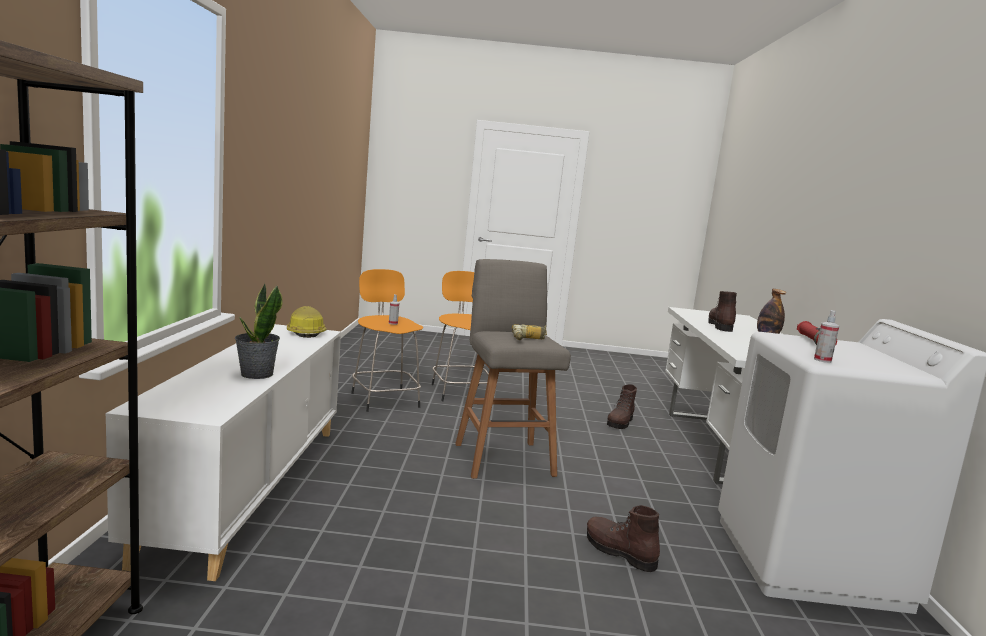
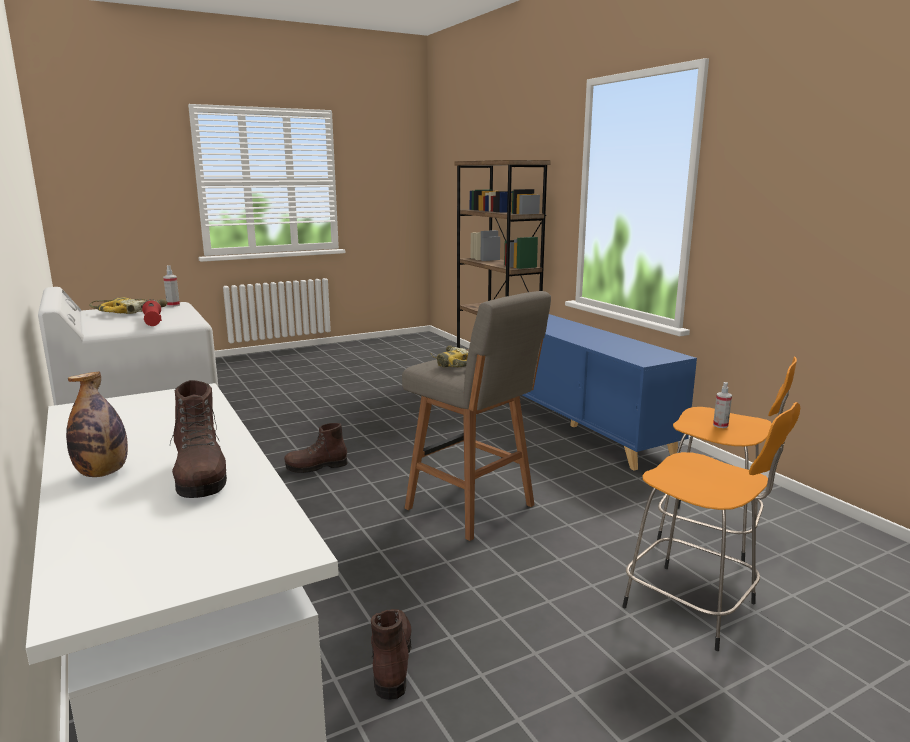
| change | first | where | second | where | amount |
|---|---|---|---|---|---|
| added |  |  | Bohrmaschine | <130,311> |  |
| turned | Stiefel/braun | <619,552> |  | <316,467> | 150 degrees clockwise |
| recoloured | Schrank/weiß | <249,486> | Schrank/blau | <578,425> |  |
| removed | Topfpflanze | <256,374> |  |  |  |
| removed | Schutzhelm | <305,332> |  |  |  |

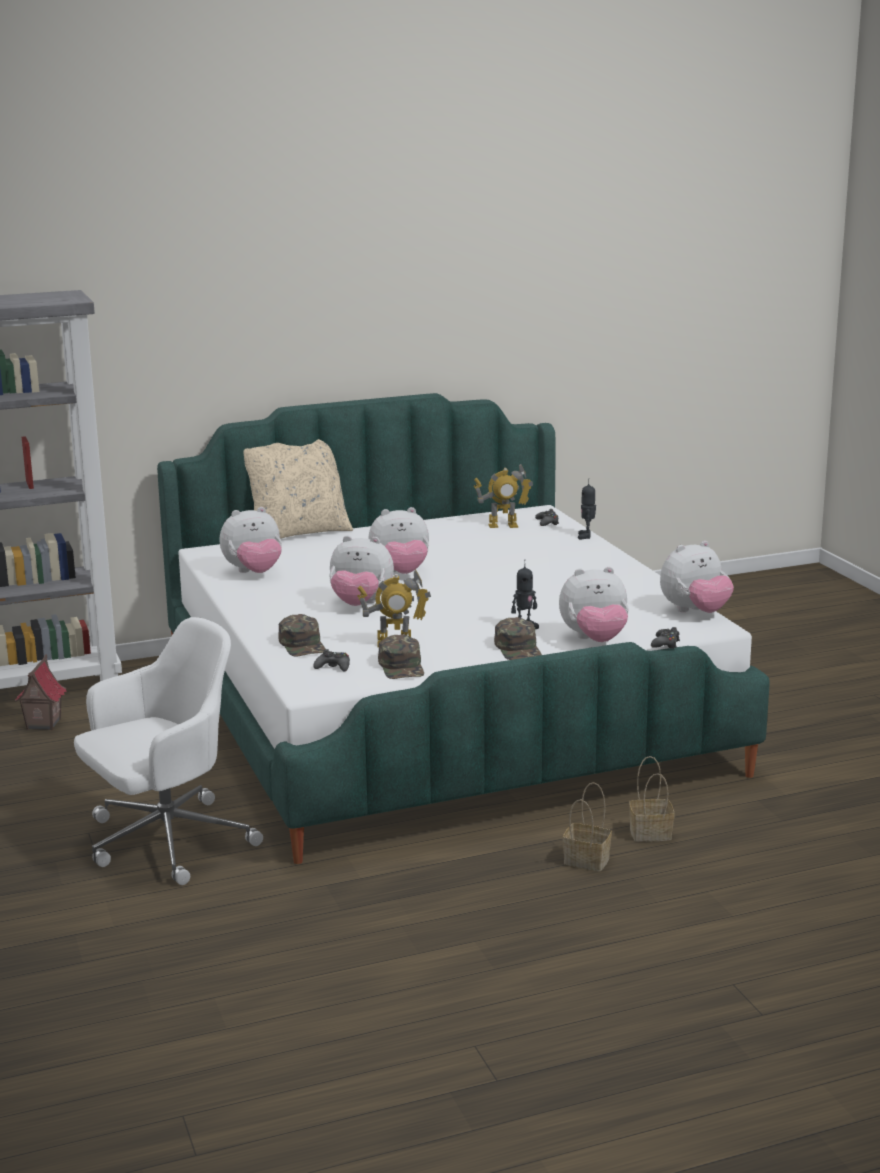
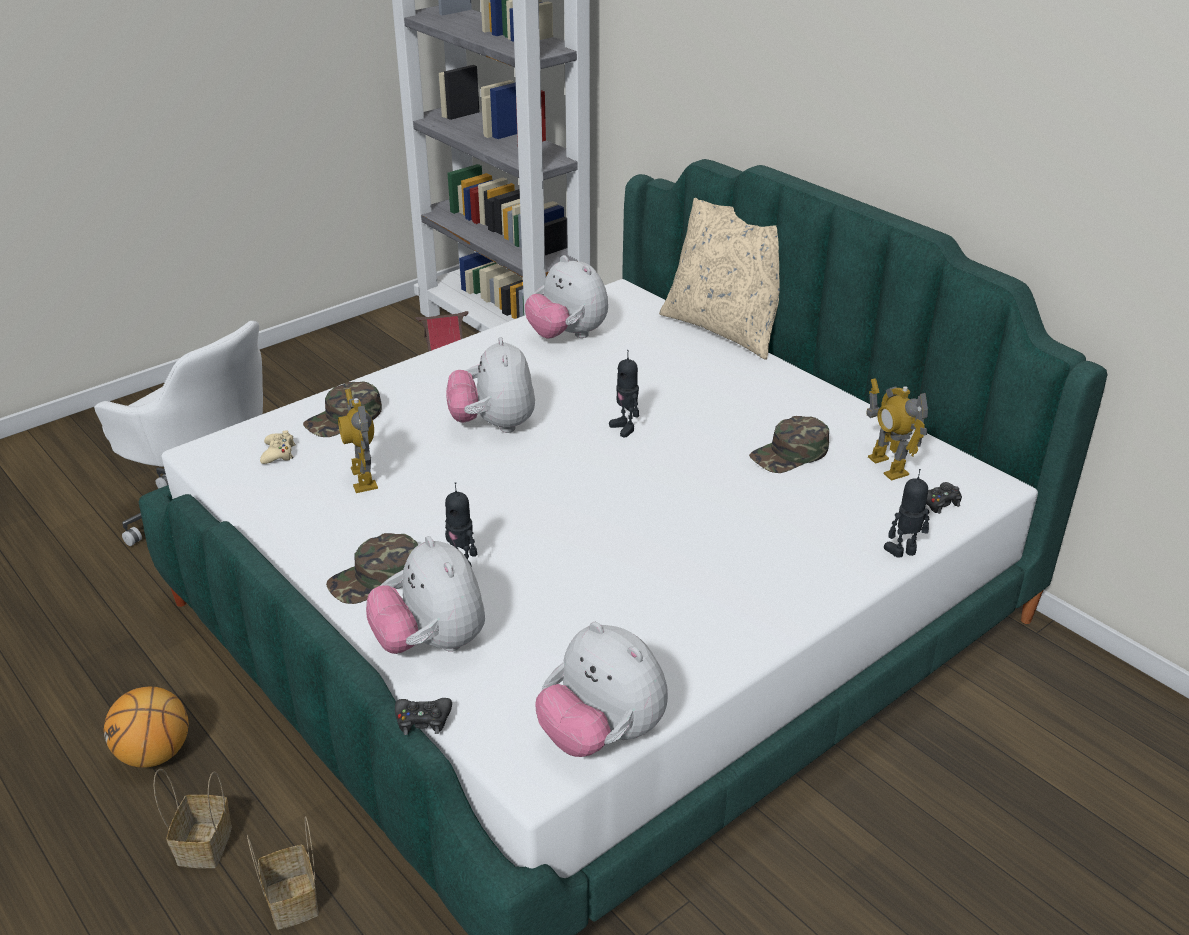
| change | first | where | second | where | amount |
|---|---|---|---|---|---|
| added |  |  | Basketball | <155,754> |  |
| recoloured | Gamepad/schwarz | <333,667> | Gamepad/beige | <278,453> |  |
| replaced | Plüschtier | <401,573> | Spielzeugroboter | <625,428> |  |
| moved | Kappe/grün | <402,666> |  | <790,454> |  |

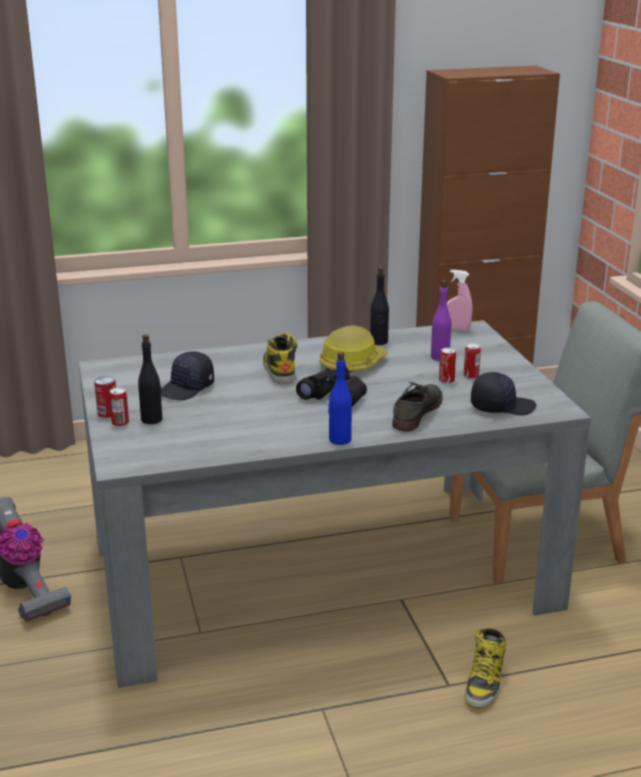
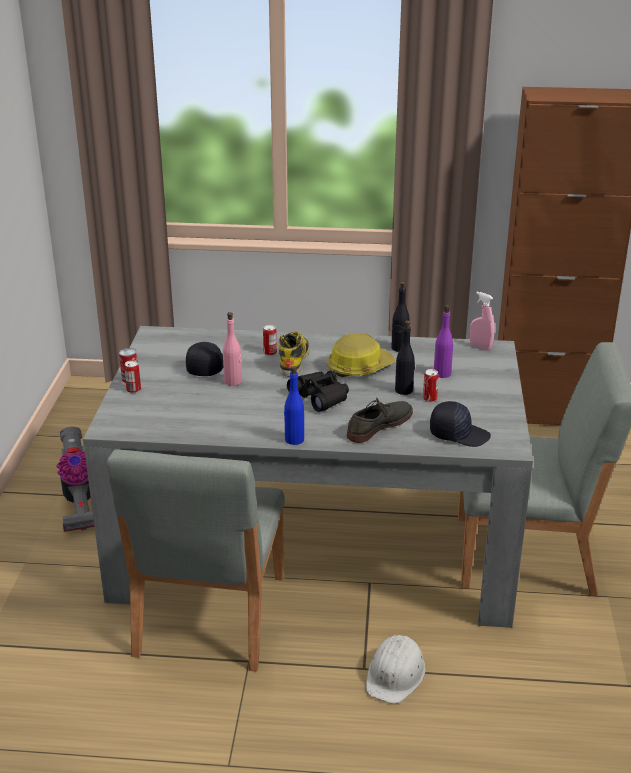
| change | first | where | second | where | amount |
|---|---|---|---|---|---|
| added |  |  | Stuhl/grau | <209,616> |  |
| turned | Kappe/schwarz | <187,388> |  | <206,367> | 135 degrees clockwise |
| added |  |  | Flasche/rosa | <233,381> |  |
| moved | Dose | <471,376> |  | <270,352> |  |
| replaced | Stiefel | <484,682> | Schutzhelm/weiß | <395,674> |  |
| moved | Flasche/schwarz | <152,419> |  | <404,390> |  |

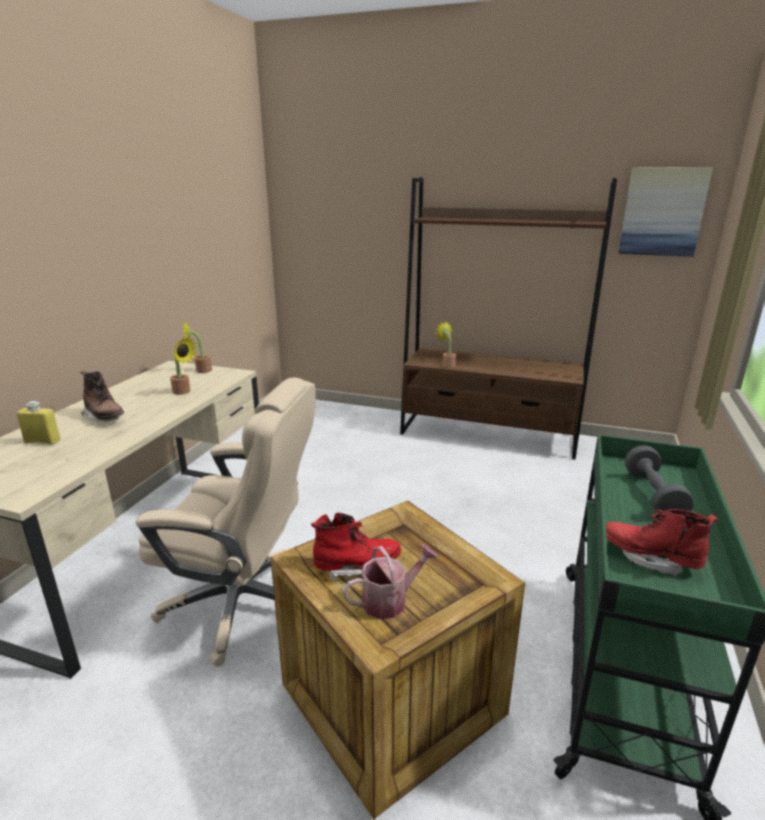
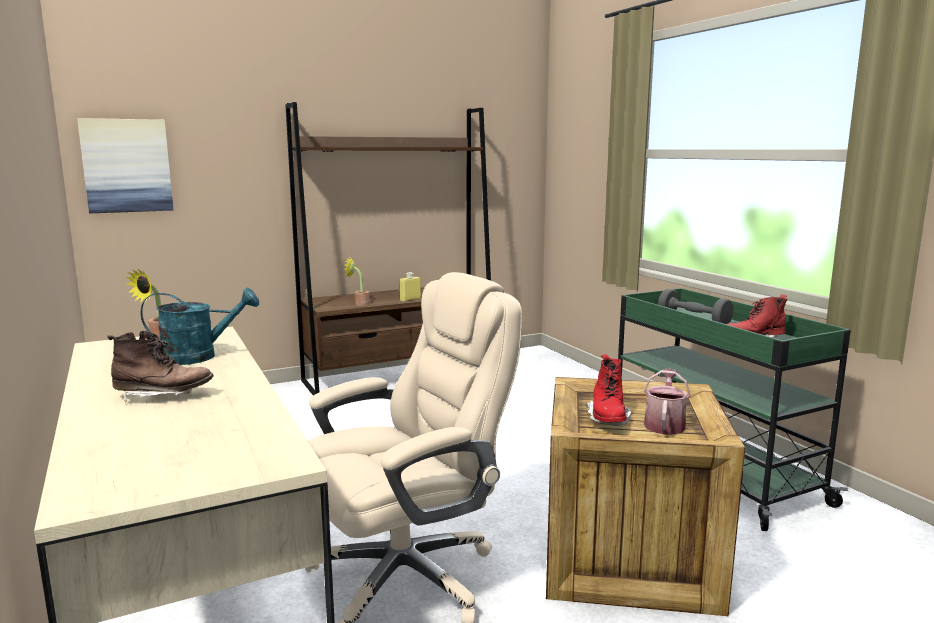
| change | first | where | second | where | amount |
|---|---|---|---|---|---|
| moved | Bild | <662,212> |  | <127,166> |  |
| replaced | Topfpflanze | <184,392> | Gießkanne/türkis | <199,356> |  |
| moved | Flasche/gelb | <42,441> |  | <410,299> |  |
| turned | Stiefel/rot | <357,567> |  | <608,419> | 150 degrees clockwise |

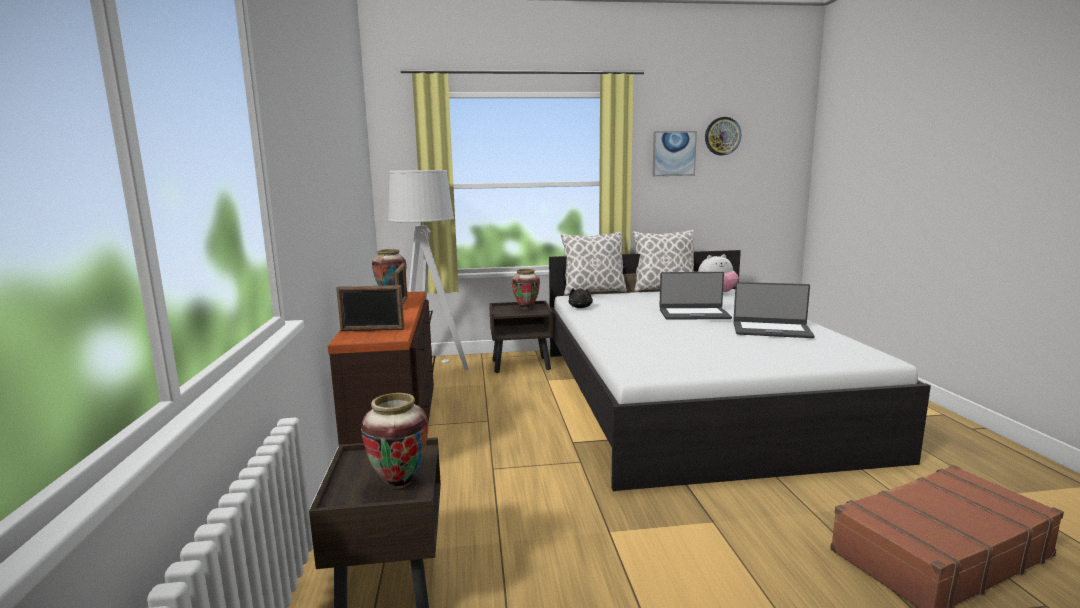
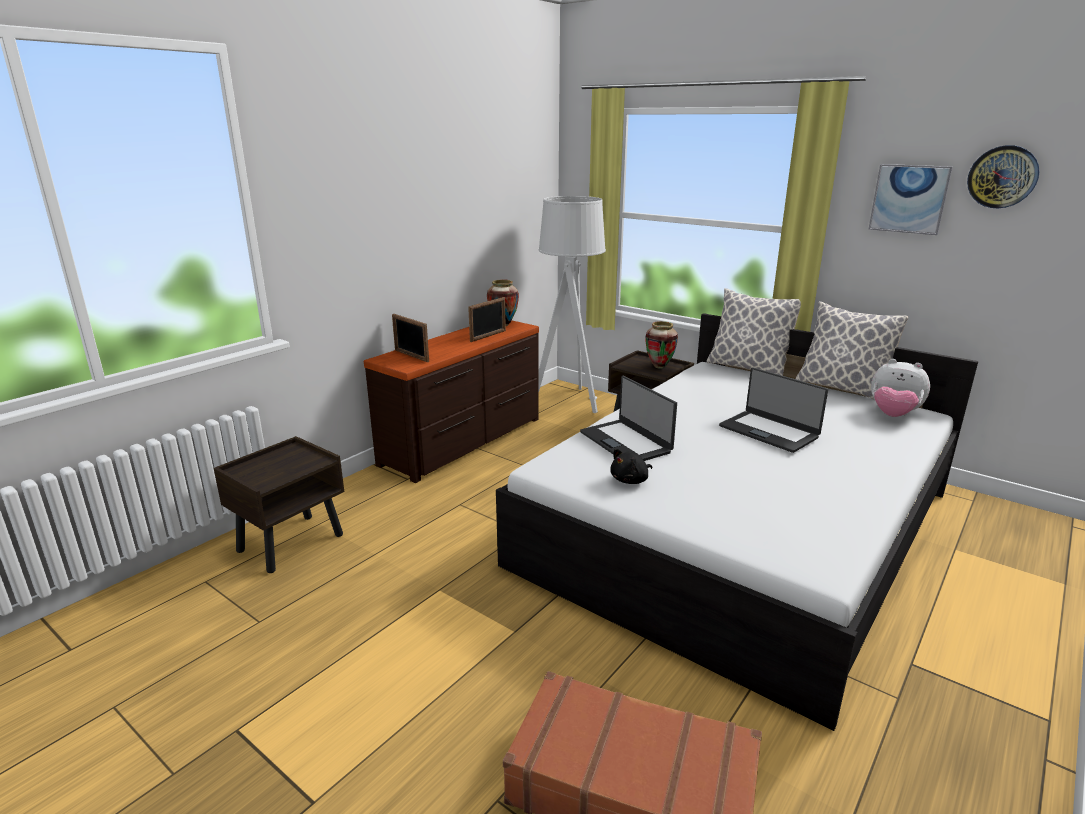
| change | first | where | second | where | amount |
|---|---|---|---|---|---|
| moved | Laptop | <771,330> |  | <626,442> |  |
| moved | Plüschtier/schwarz | <580,307> |  | <631,480> |  |
| removed | Vase | <399,483> |  |  |  |

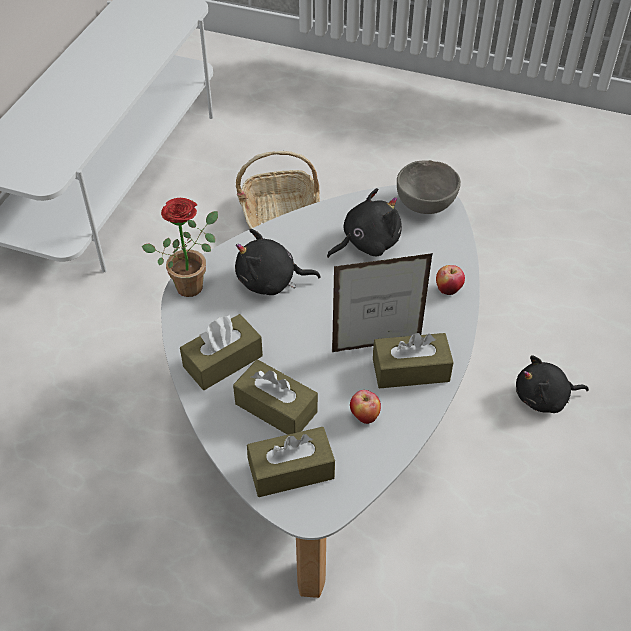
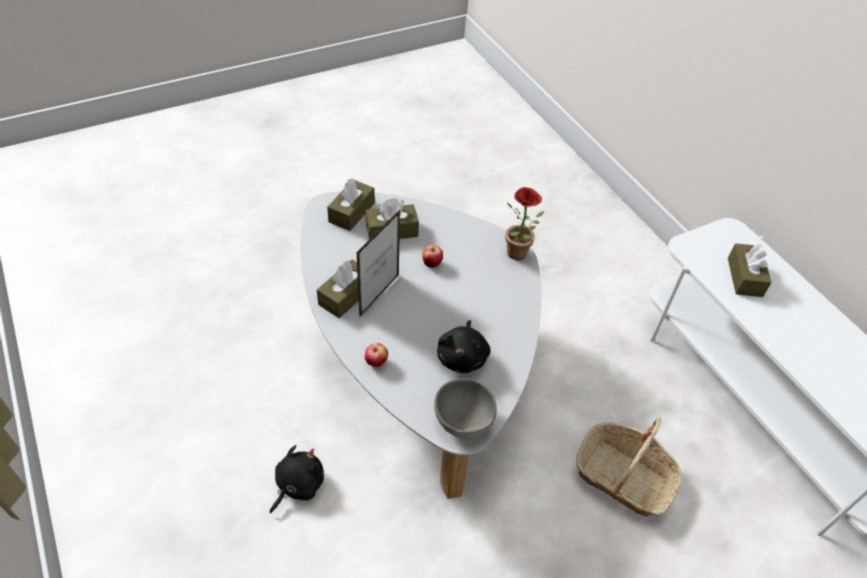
| change | first | where | second | where | amount |
|---|---|---|---|---|---|
| moved | Apfel | <364,416> |  | <432,263> |  |
| moved | Taschentuchbox/braun | <223,361> |  | <744,277> |  |
| removed | Plüschtier/schwarz | <271,282> |  |  |  |

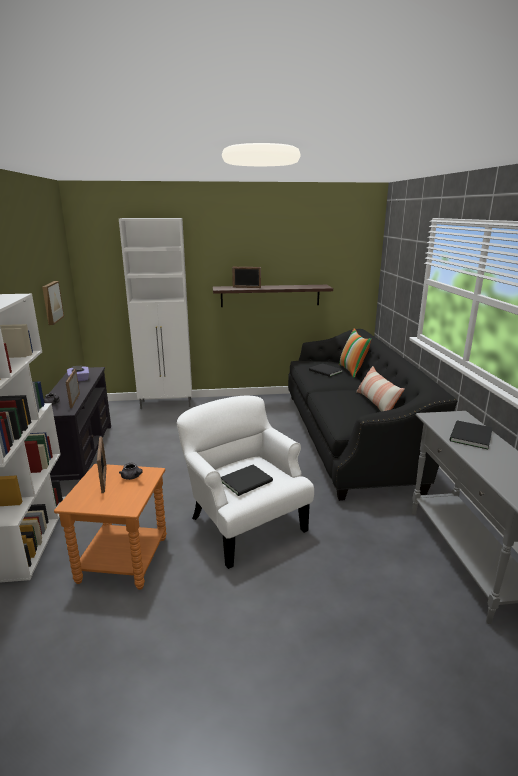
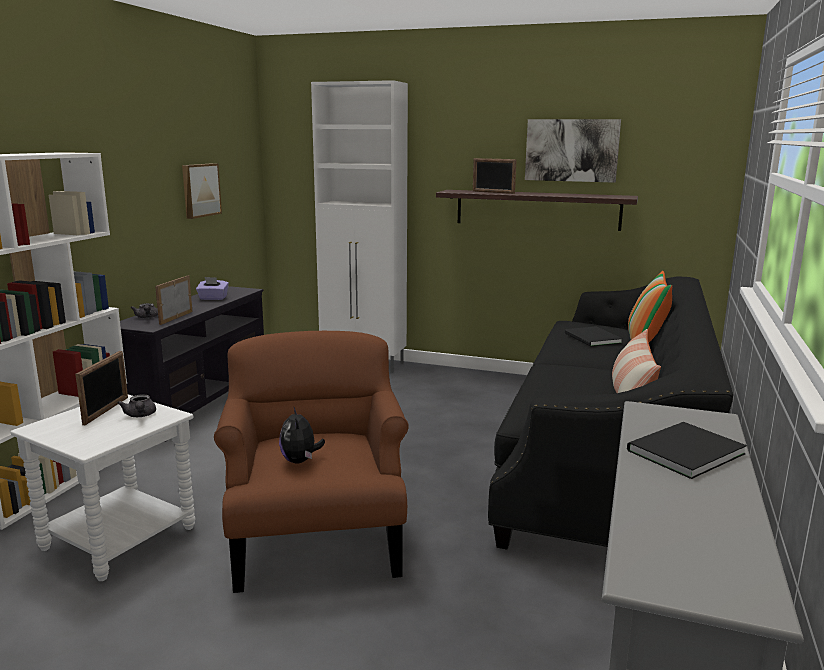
| change | first | where | second | where | amount |
|---|---|---|---|---|---|
| recoloured | Beistelltisch/orange | <122,559> | Beistelltisch/weiß | <119,538> |  |
| recoloured | Sessel/weiß | <244,523> | Sessel/braun | <316,538> |  |
| replaced | Buch/schwarz | <248,481> | Plüschtier | <300,461> |  |
| added |  |  | Bild | <571,150> |  |

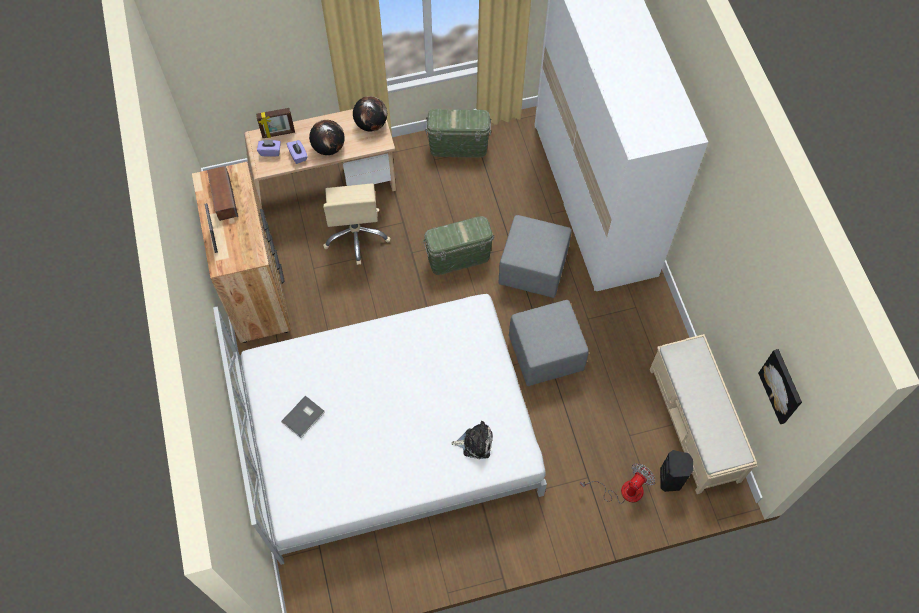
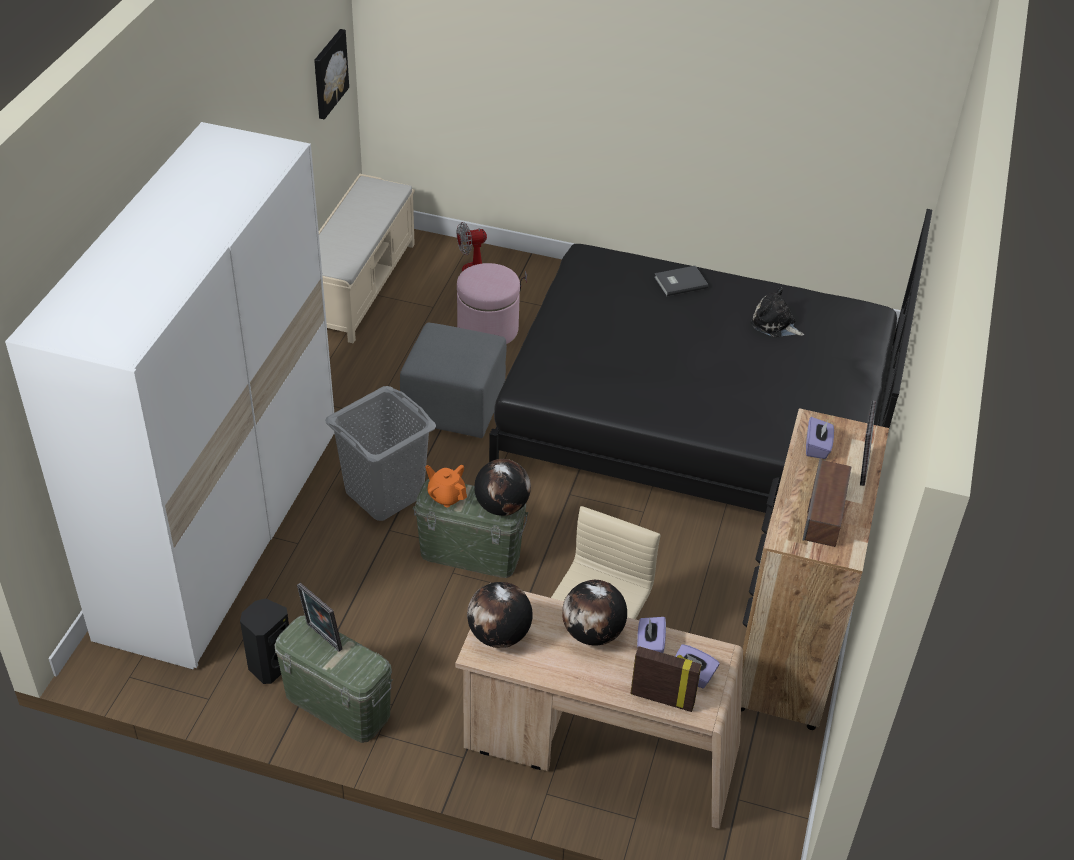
| change | first | where | second | where | amount |
|---|---|---|---|---|---|
| moved | Lautsprecher/schwarz | <671,479> |  | <269,665> |  |
| added |  |  | Bilderrahmen | <322,638> |  |
| replaced | Polsterhocker/grau | <534,268> | Wäschekorb/grau | <383,493> |  |
| added |  |  | Teekanne/orange | <446,496> |  |
| added |  |  | Polsterhocker/rosa | <487,329> |  |
| added |  |  | Globus | <502,506> |  |
| recoloured | Bett/weiß | <390,434> | Bett/schwarz | <697,420> |  |
| moved | Buch/grau | <304,417> |  | <679,282> |  |
| moved | Plüschtier | <475,443> |  | <775,324> |  |
| added |  |  | Taschentuchbox/lila | <817,447> |  |

